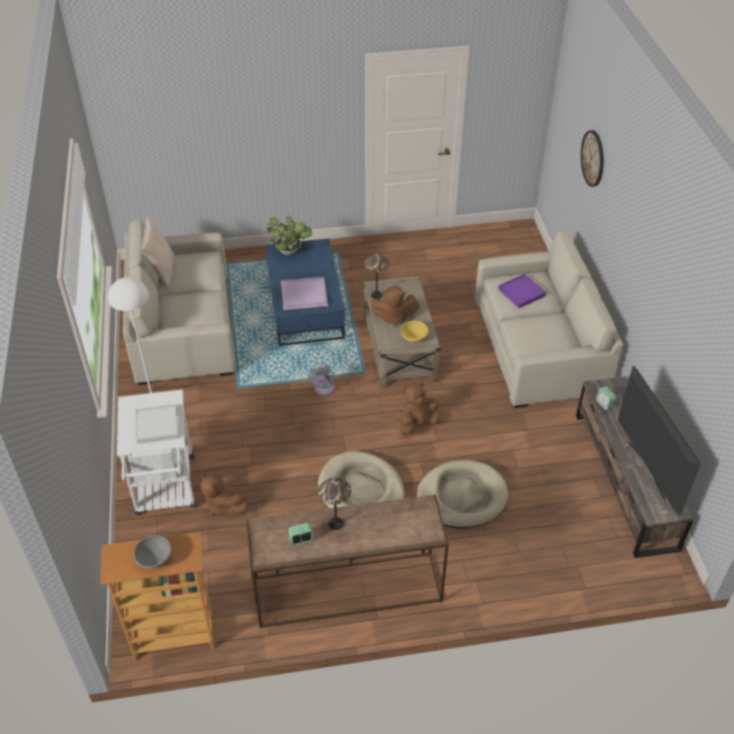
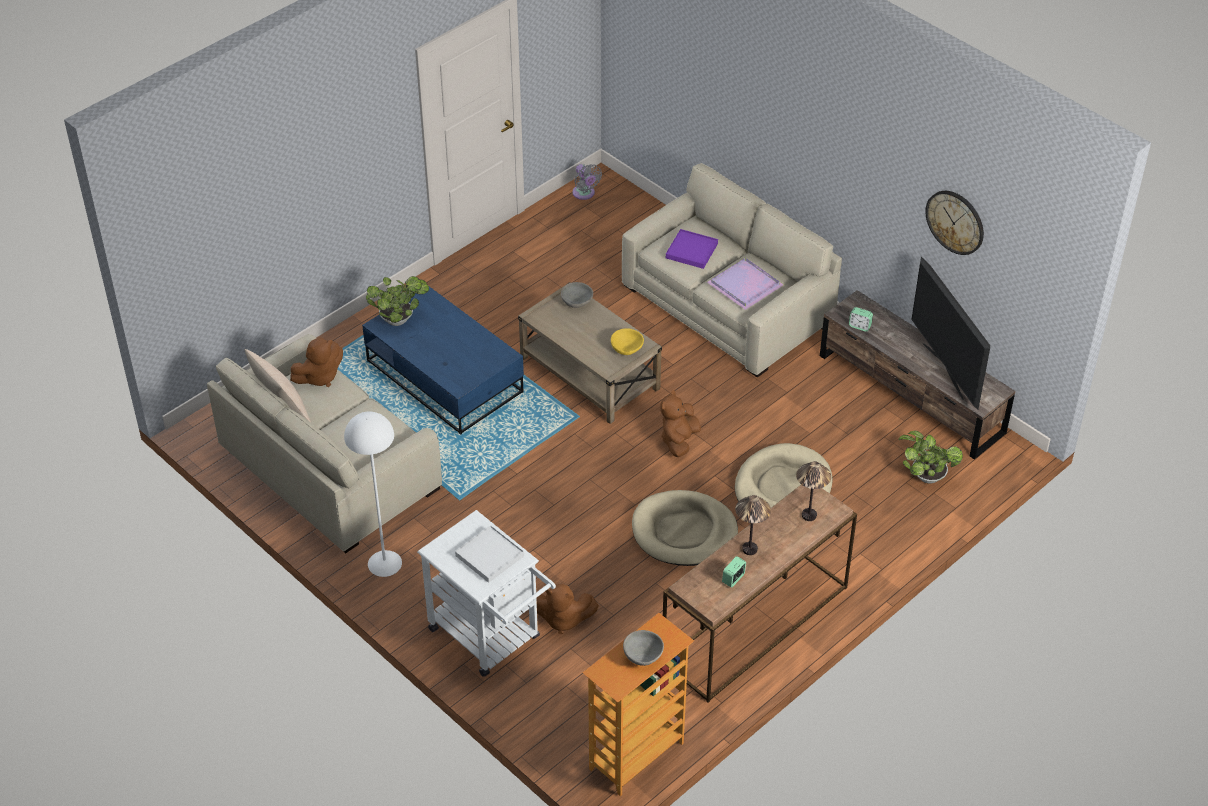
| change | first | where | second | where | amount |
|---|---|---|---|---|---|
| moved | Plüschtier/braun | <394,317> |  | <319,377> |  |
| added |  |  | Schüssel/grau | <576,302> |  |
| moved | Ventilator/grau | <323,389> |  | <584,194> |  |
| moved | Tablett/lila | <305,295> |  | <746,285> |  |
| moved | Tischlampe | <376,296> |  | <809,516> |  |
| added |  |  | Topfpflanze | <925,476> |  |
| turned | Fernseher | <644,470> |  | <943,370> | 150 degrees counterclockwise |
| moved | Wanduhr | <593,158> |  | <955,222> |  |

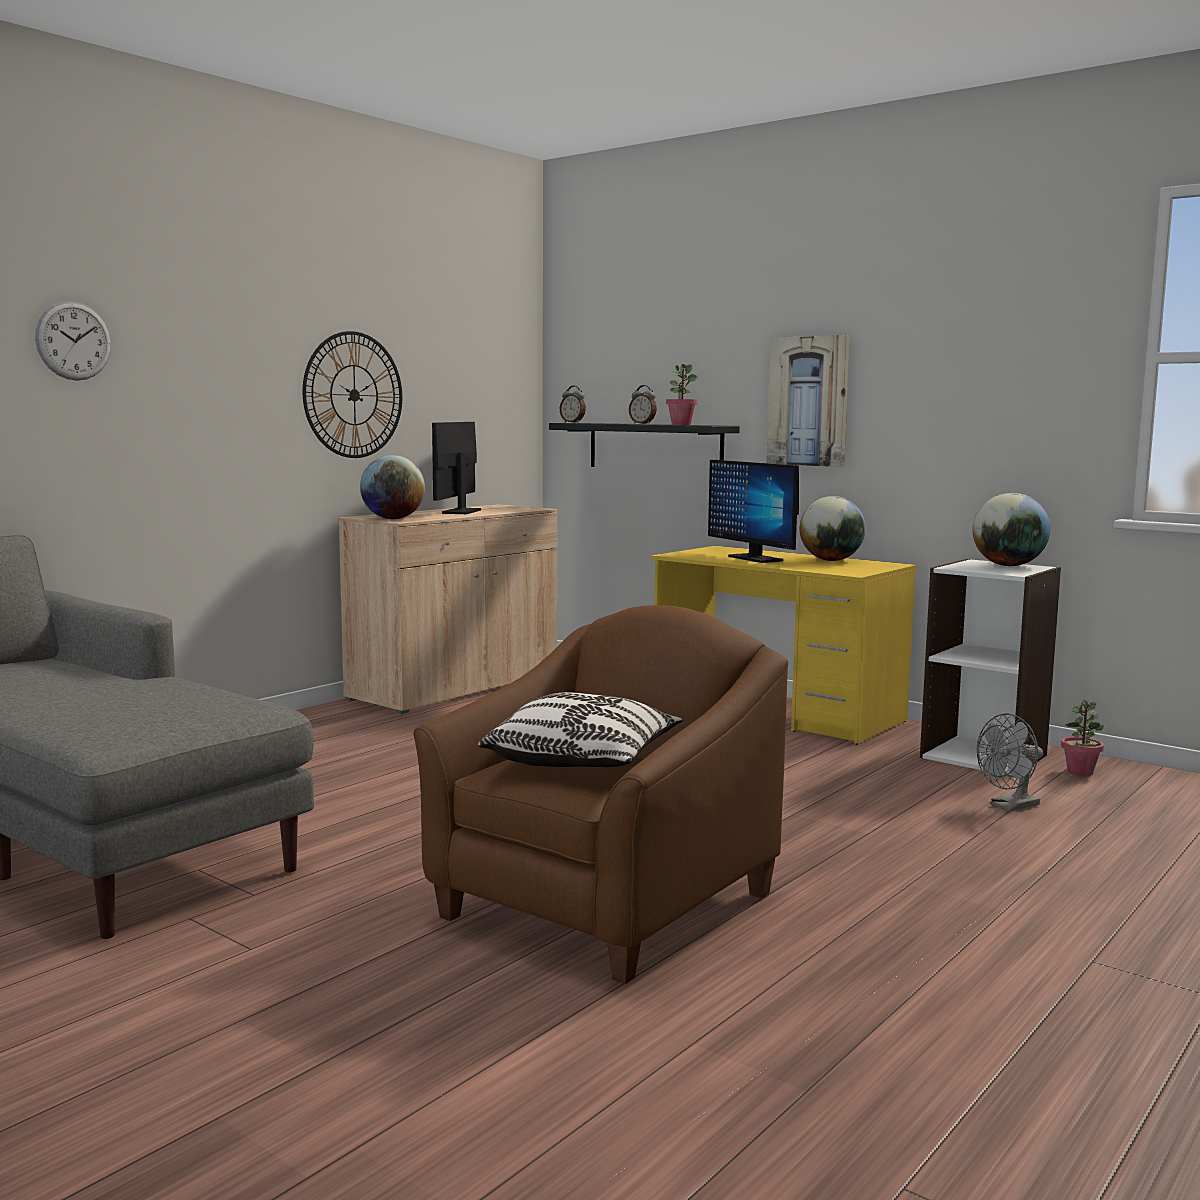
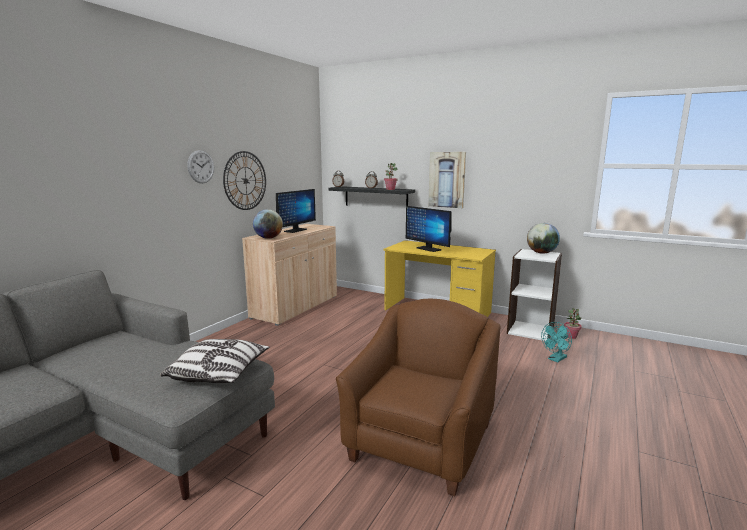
| change | first | where | second | where | amount |
|---|---|---|---|---|---|
| moved | Kissen | <583,761> |  | <219,373> |  |
| moved | Wanduhr | <73,341> |  | <201,166> |  |
| turned | Monitor | <462,511> |  | <295,230> | 150 degrees counterclockwise |
| recoloured | Ventilator/grau | <1009,807> | Ventilator/türkis | <556,359> |  |
| removed | Globus | <831,560> |  |  |  |

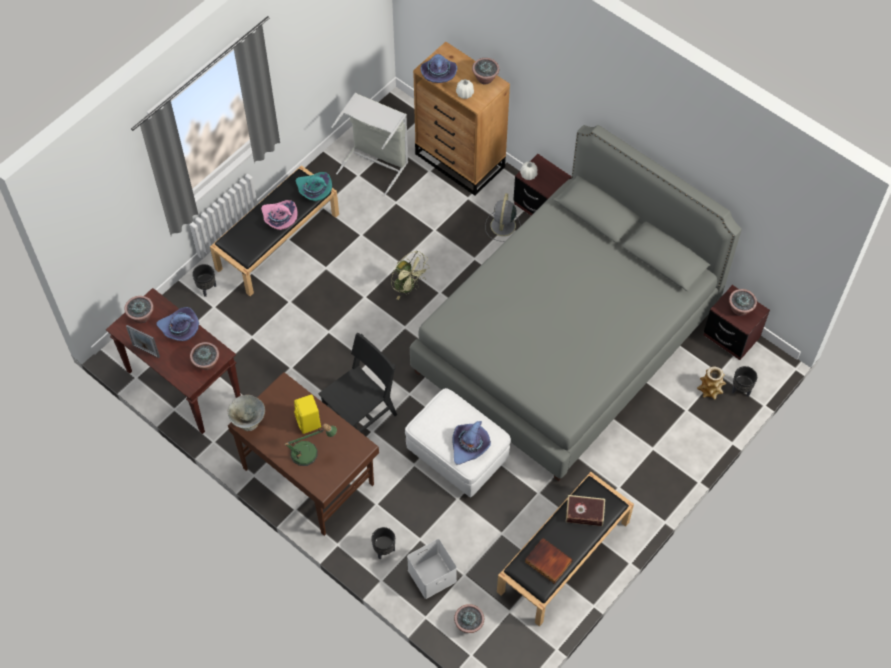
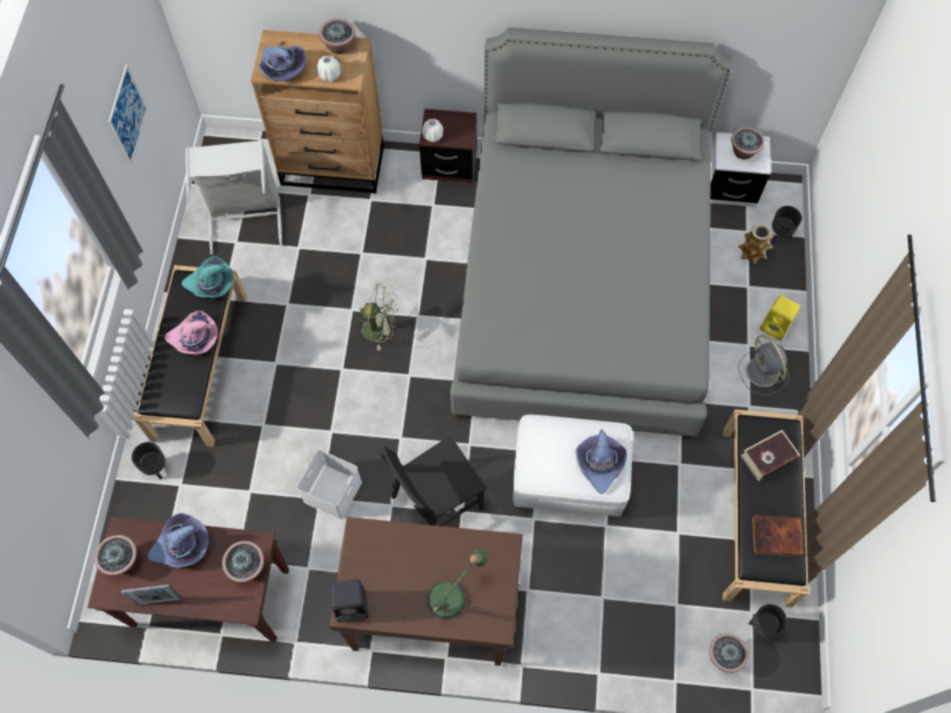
| change | first | where | second | where | amount |
|---|---|---|---|---|---|
| added |  |  | Bild | <127,115> |  |
| moved | Aufbewahrungsbox/weiß | <431,576> |  | <333,493> |  |
| replaced | Schüssel/grau | <249,422> | Lautsprecher/schwarz | <353,606> |  |
| turned | Stuhl/schwarz | <360,416> |  | <436,502> | 135 degrees counterclockwise |
| recoloured | Nachttisch/braun | <731,336> | Nachttisch/weiß | <729,188> |  |
| moved | Ventilator/grau | <503,226> |  | <763,373> |  |
| moved | Pflanzkübel/schwarz | <384,550> |  | <761,628> |  |
| moved | Lautsprecher/gelb | <309,423> |  | <775,327> |  |

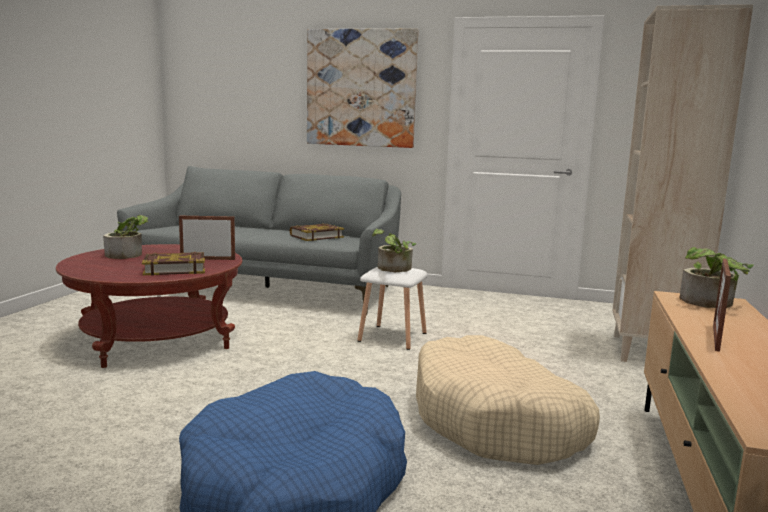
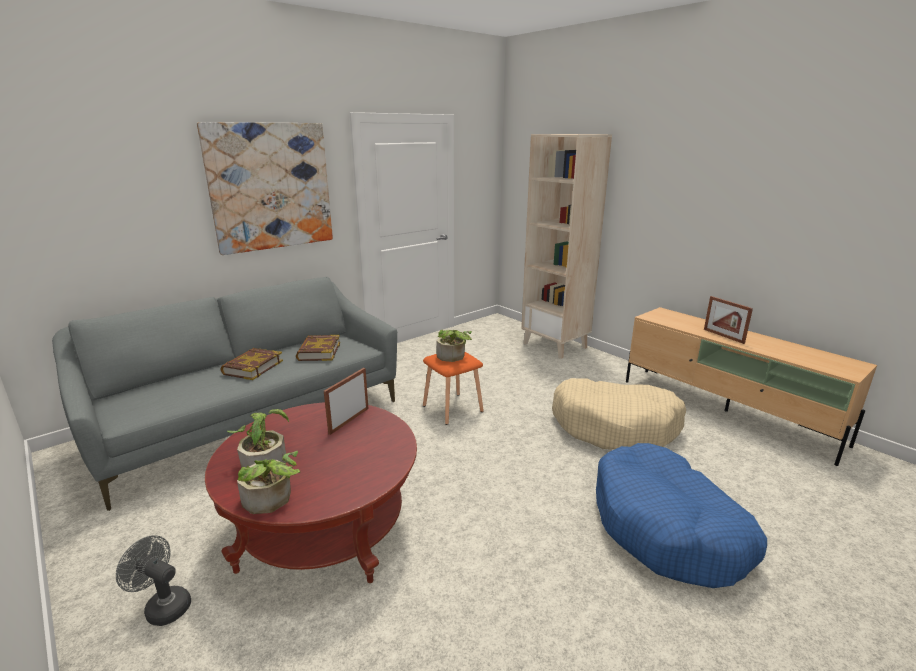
| change | first | where | second | where | amount |
|---|---|---|---|---|---|
| added |  |  | Ventilator/grau | <163,606> |  |
| moved | Buch | <175,269> |  | <252,367> |  |
| moved | Topfpflanze | <710,303> |  | <272,500> |  |
| recoloured | Hocker/weiß | <392,337> | Hocker/orange | <453,409> |  |

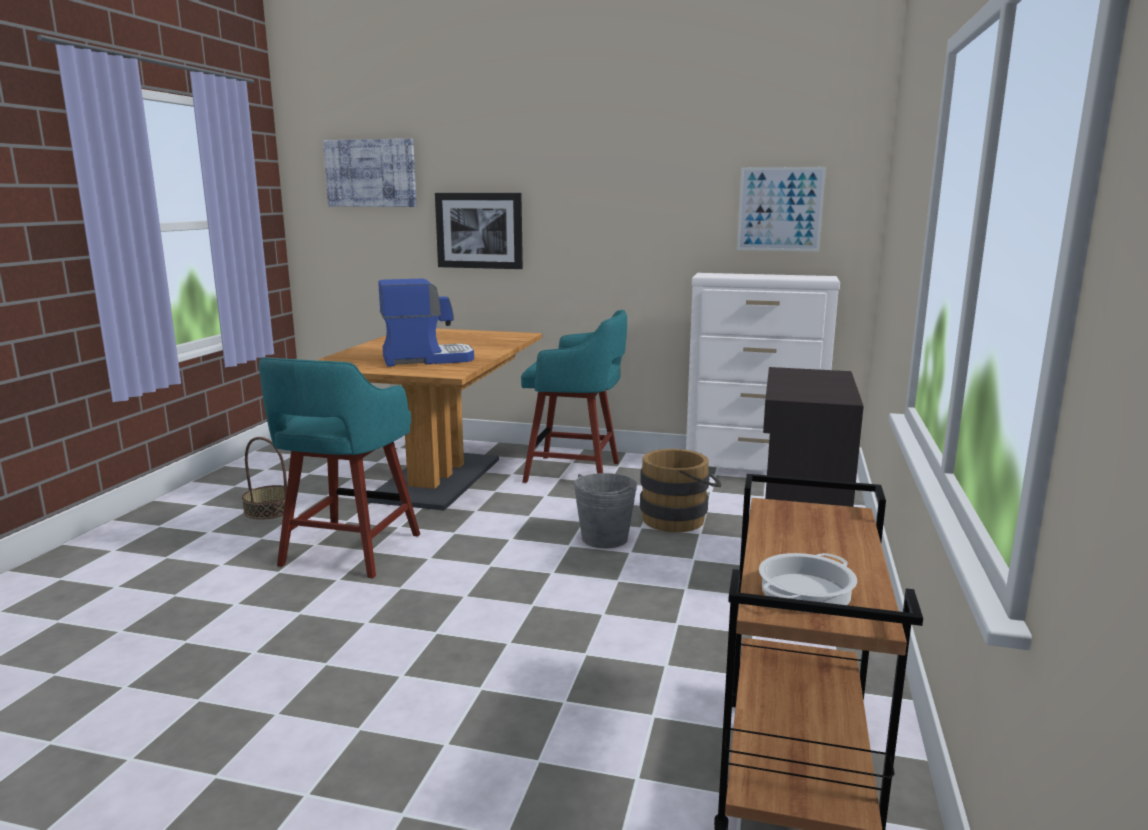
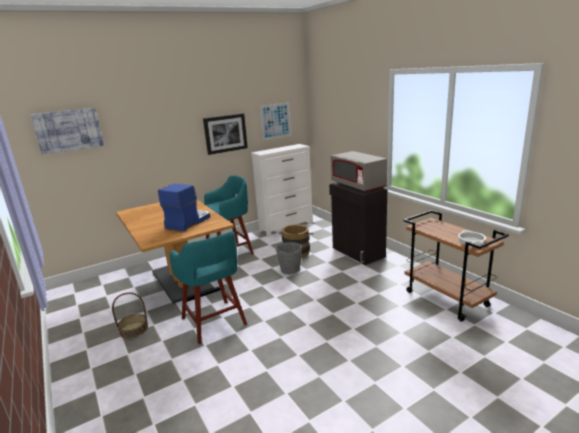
| change | first | where | second | where | amount |
|---|---|---|---|---|---|
| moved | Bild | <479,230> |  | <225,133> |  |
| added |  |  | Mikrowelle/grau | <358,185> |  |

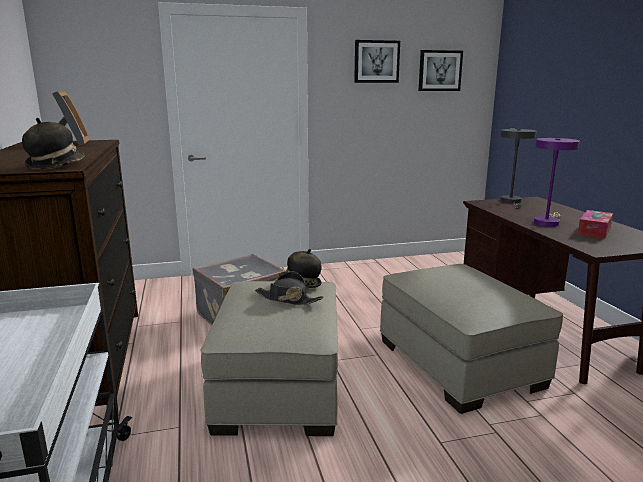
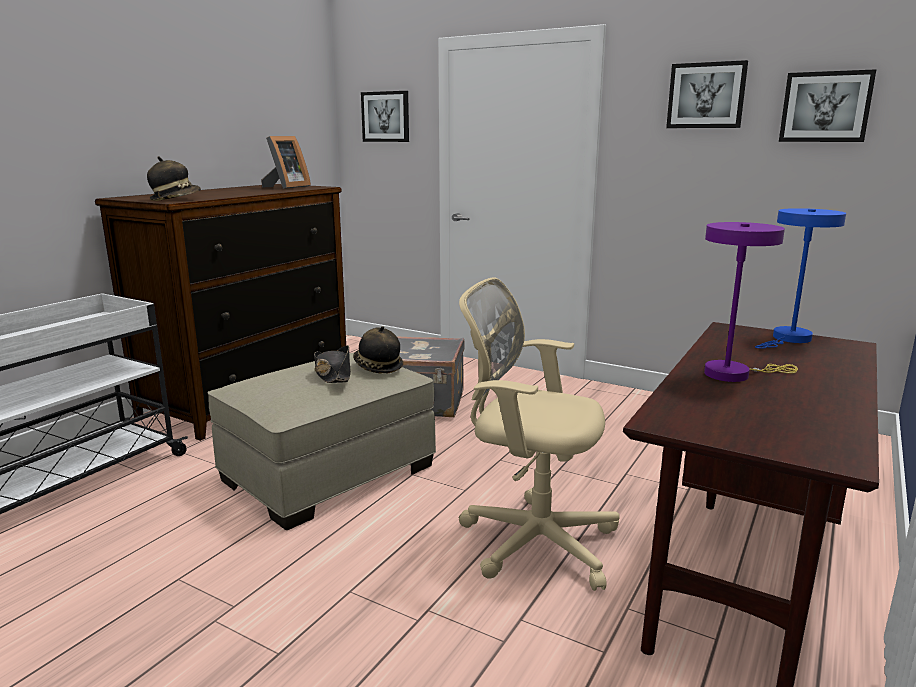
| change | first | where | second | where | amount |
|---|---|---|---|---|---|
| added |  |  | Bild | <386,116> |  |
| replaced | Polsterhocker/beige | <457,362> | Bürostuhl/beige | <531,540> |  |
| recoloured | Tischlampe/grau | <511,202> | Tischlampe/blau | <789,339> |  |
| removed | Taschentuchbox | <594,231> |  |  |  |

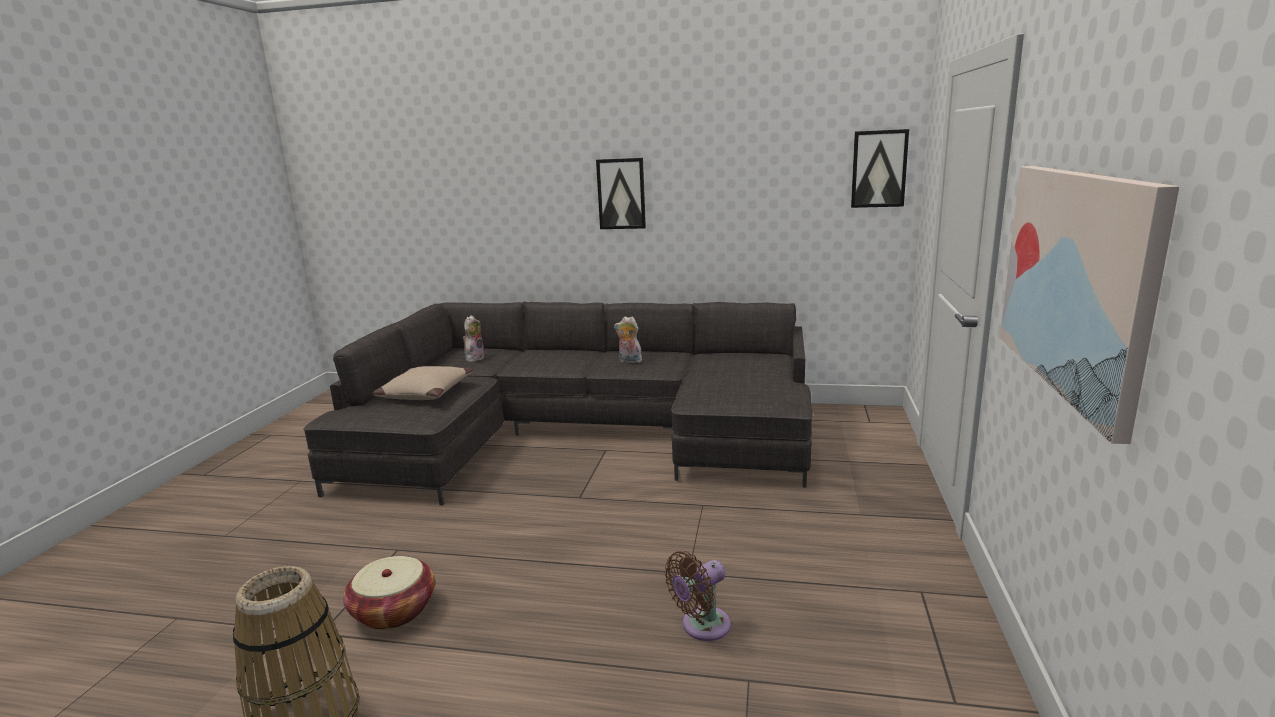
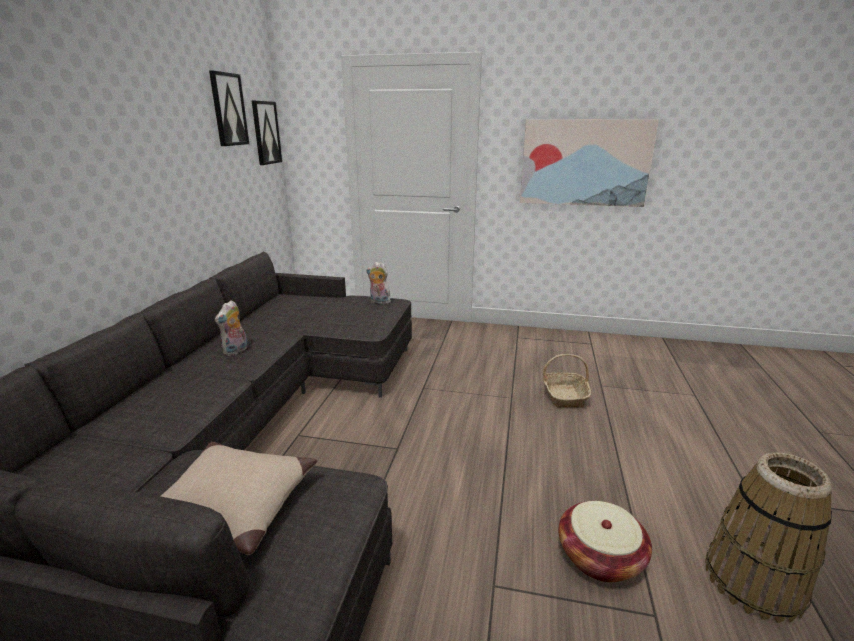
| change | first | where | second | where | amount |
|---|---|---|---|---|---|
| moved | Bild | <621,194> |  | <228,109> |  |
| moved | Plüschtier | <474,358> |  | <379,302> |  |
| replaced | Ventilator/braun | <701,626> | Korb | <564,396> |  |

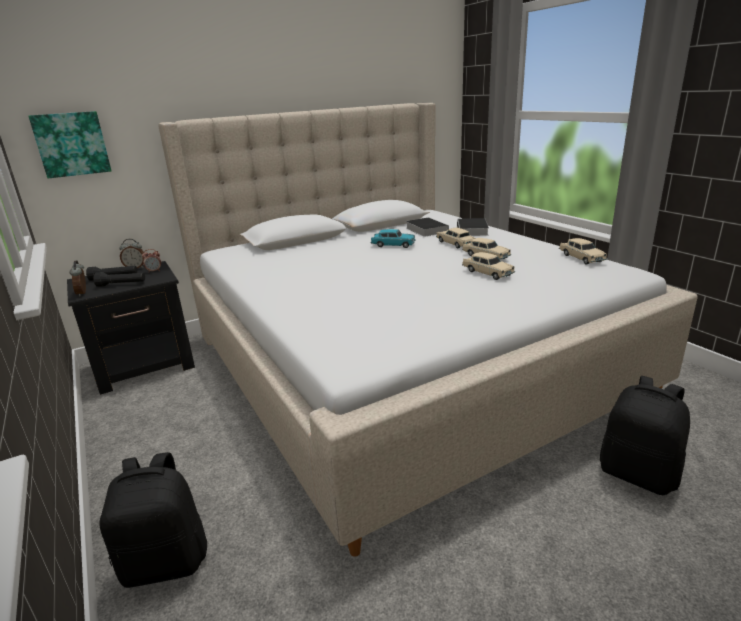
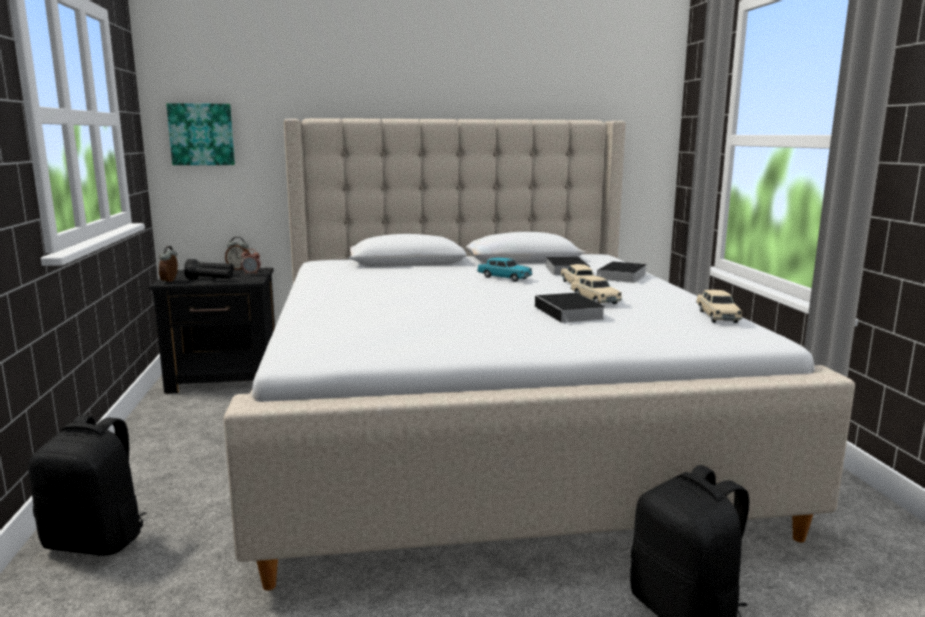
| change | first | where | second | where | amount |
|---|---|---|---|---|---|
| replaced | Spielzeugauto/beige | <487,273> | Buch | <570,313> |  |

